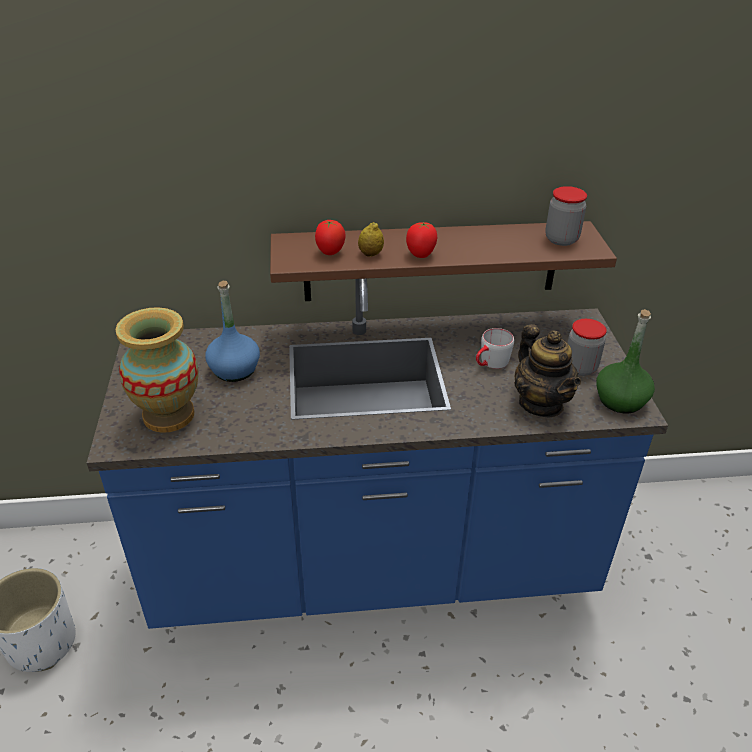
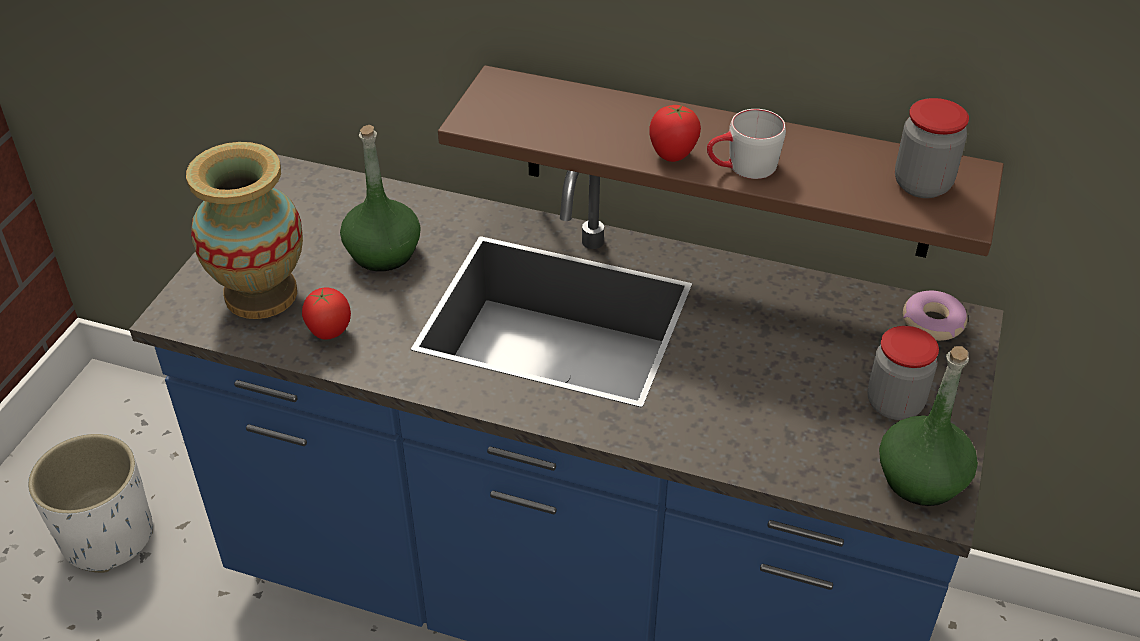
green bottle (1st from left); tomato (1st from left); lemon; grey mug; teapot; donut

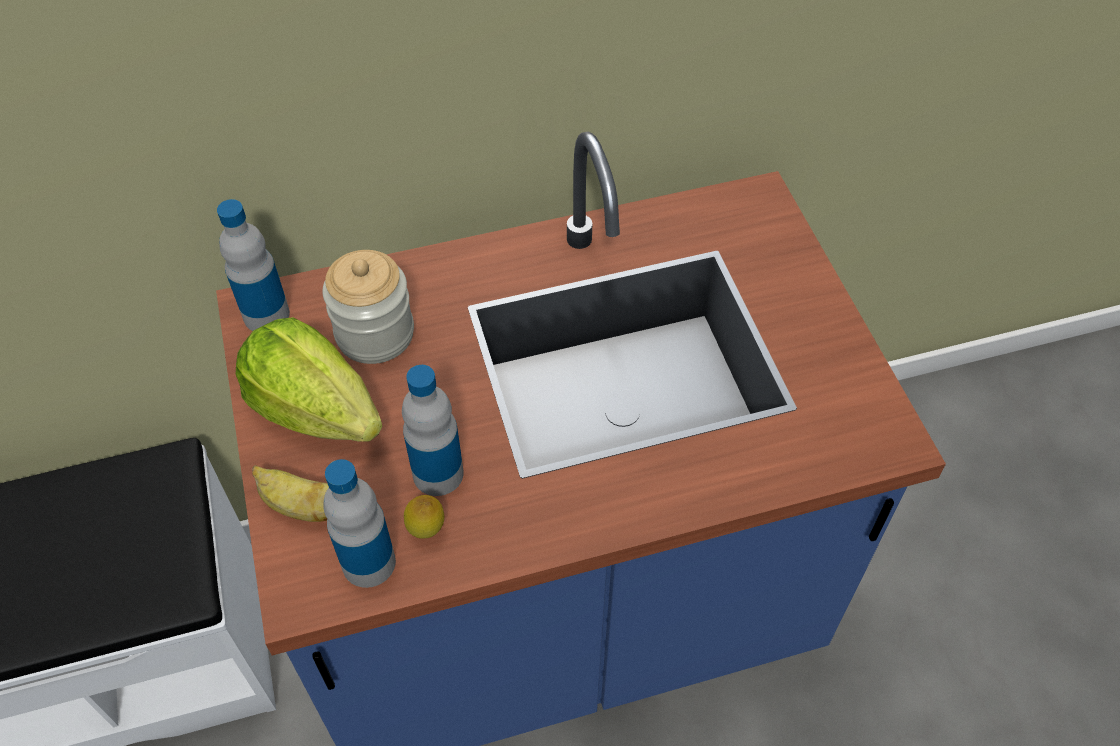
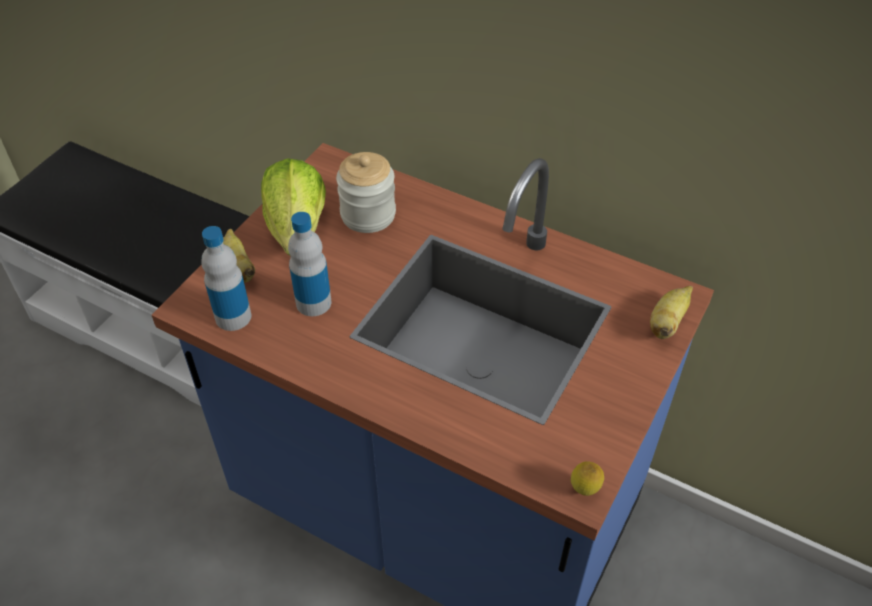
bottle (1st from left in the first image); lemon; banana (2nd from left)

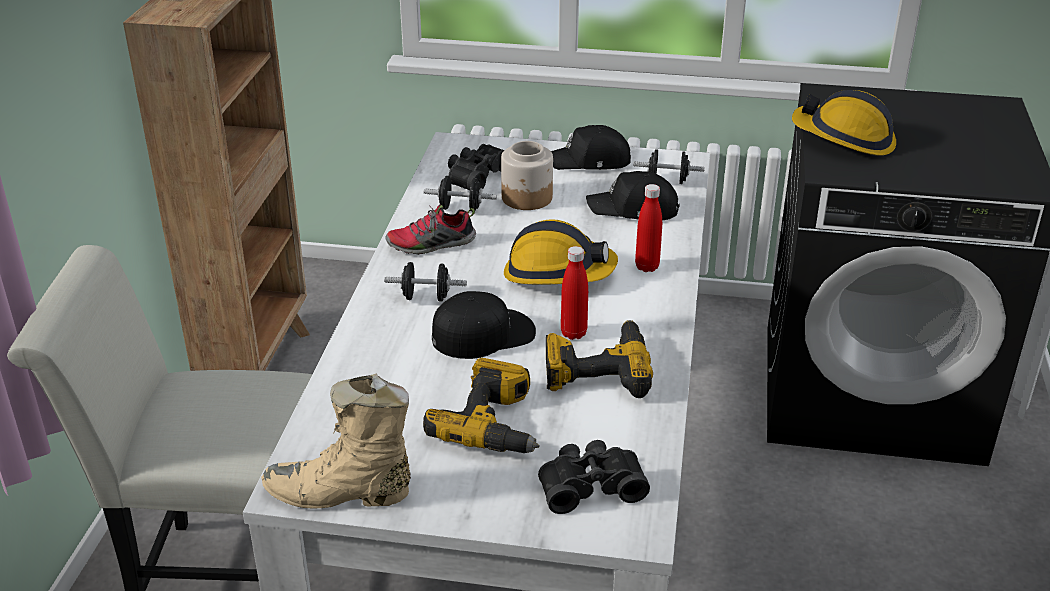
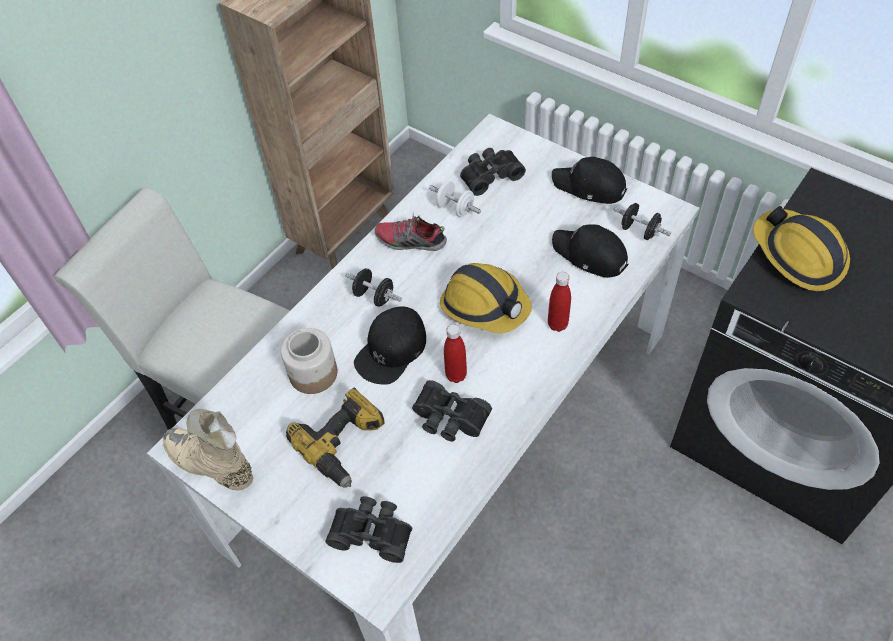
white dumbbell; black cap (1st from left); jar; black binoculars (2nd from left)

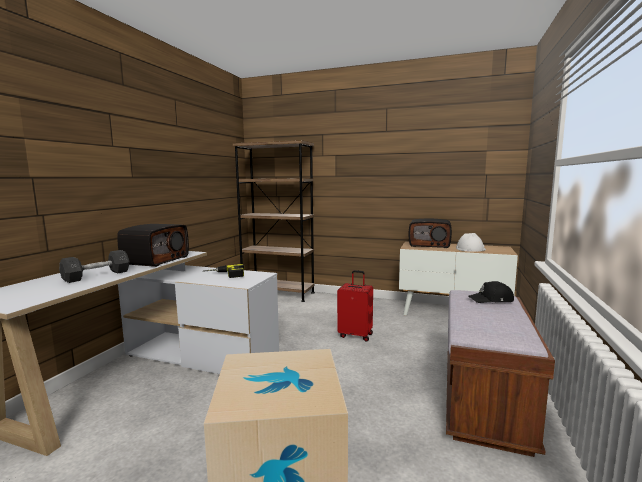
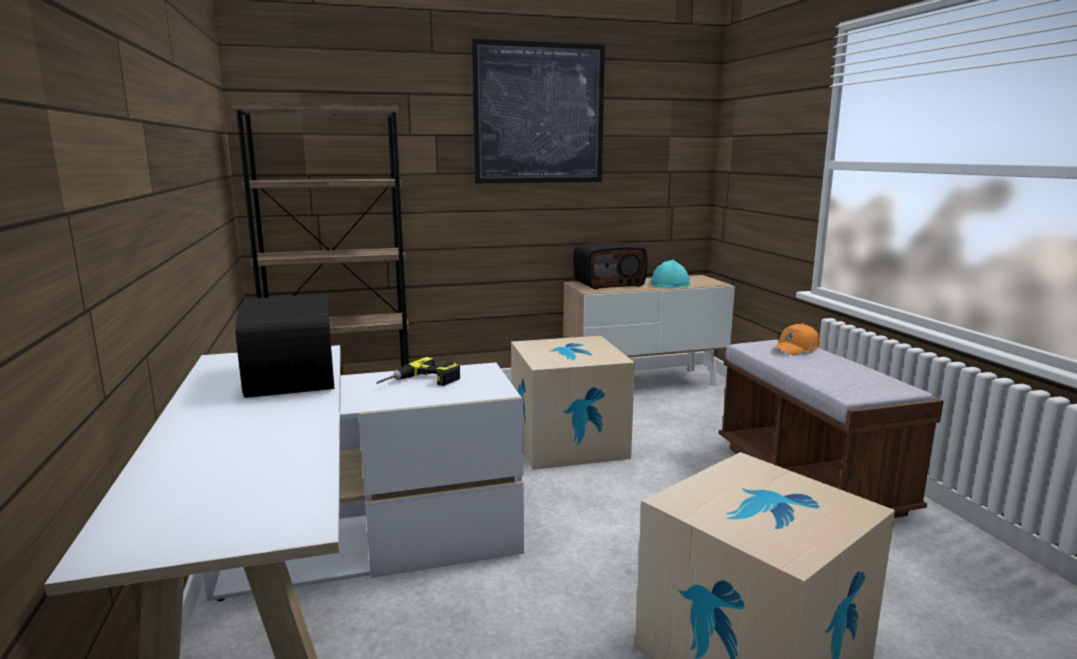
grey dumbbell; cardboard box (1st from left); turquoise hard hat; orange cap; picture

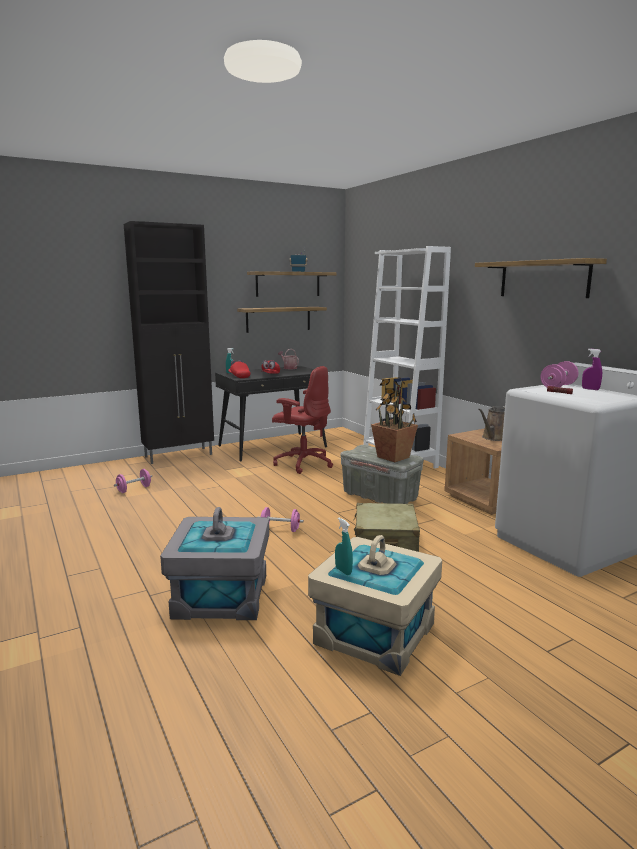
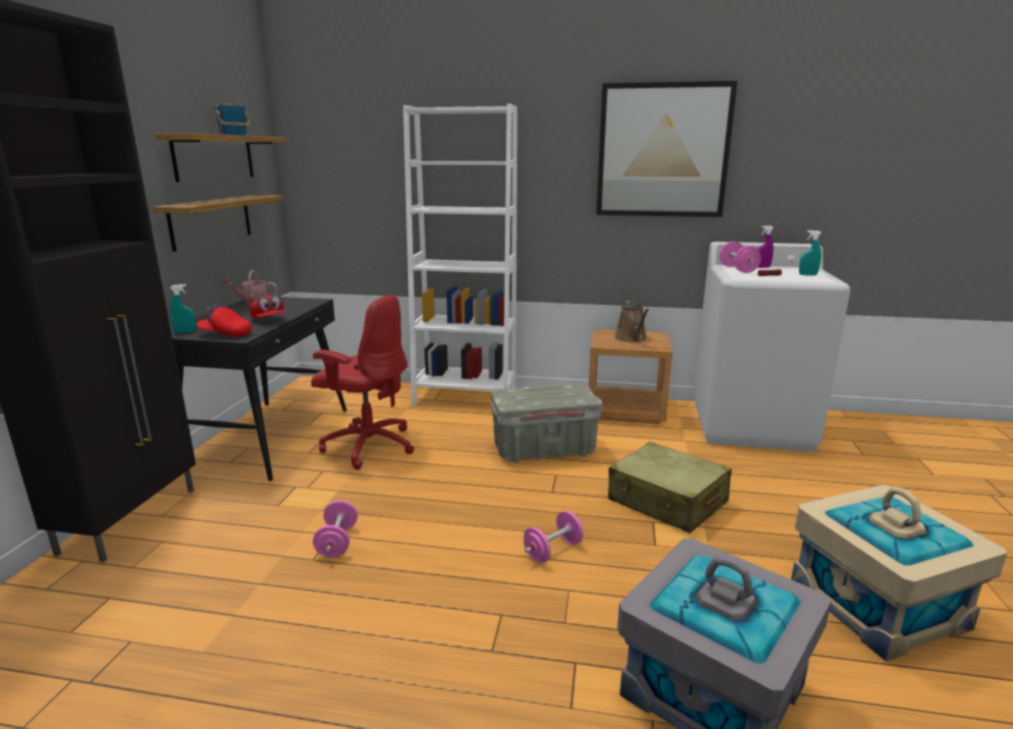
pink dumbbell (1st from left); red office chair; turquoise spray bottle (2nd from left); potted plant; picture

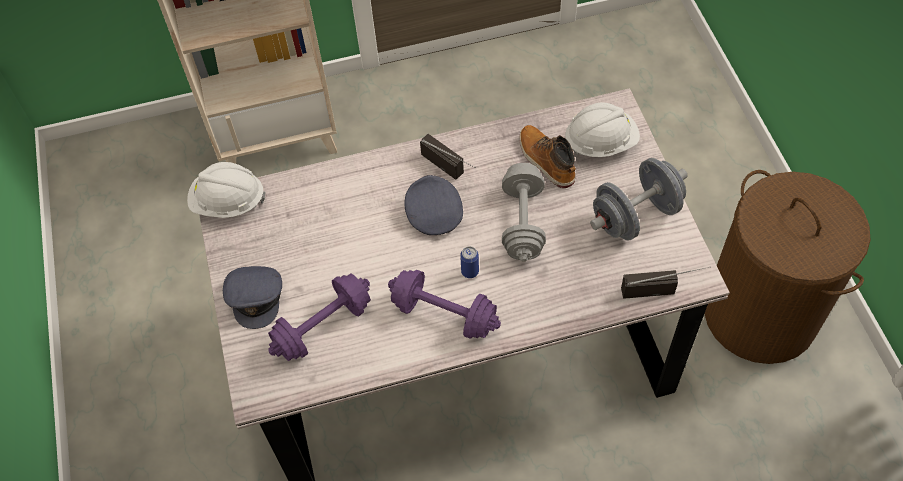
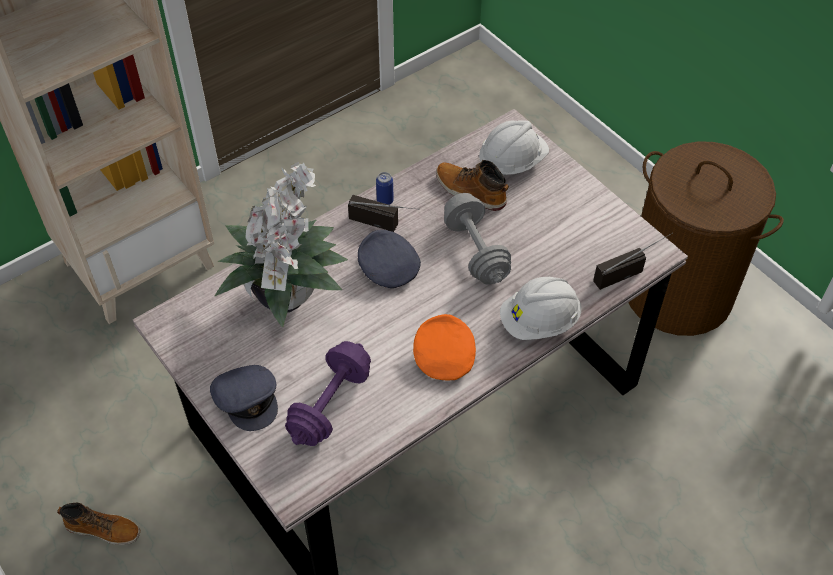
white hard hat (2nd from left); orange cap; can; grey dumbbell (2nd from left in the first image); boot (1st from left); potted plant

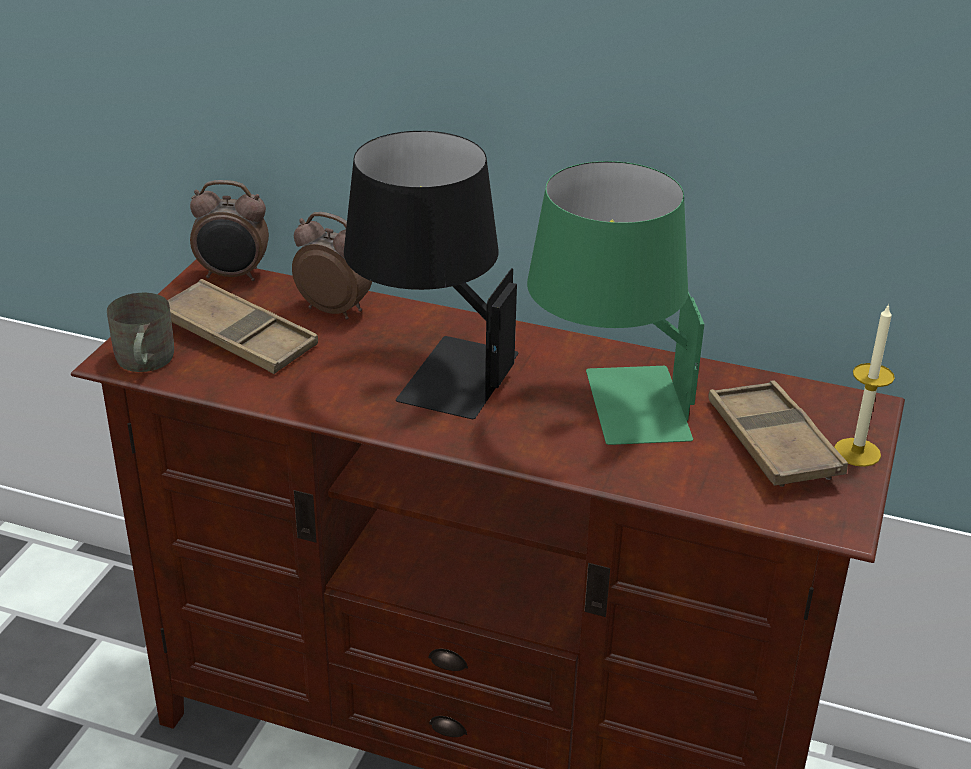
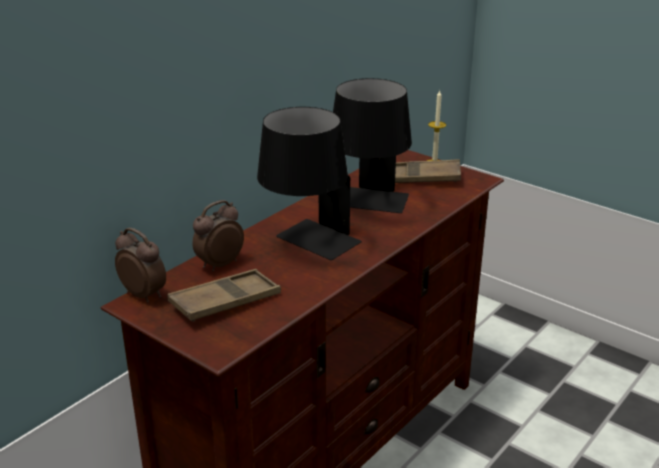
grey mug; alarm clock (1st from left); black table lamp (2nd from left)

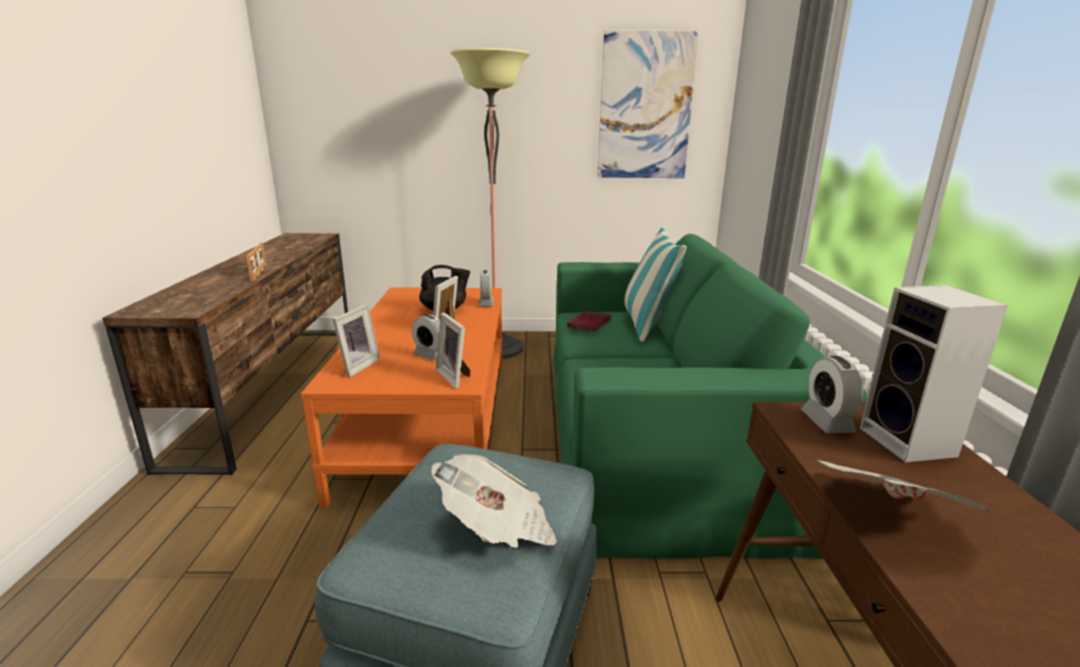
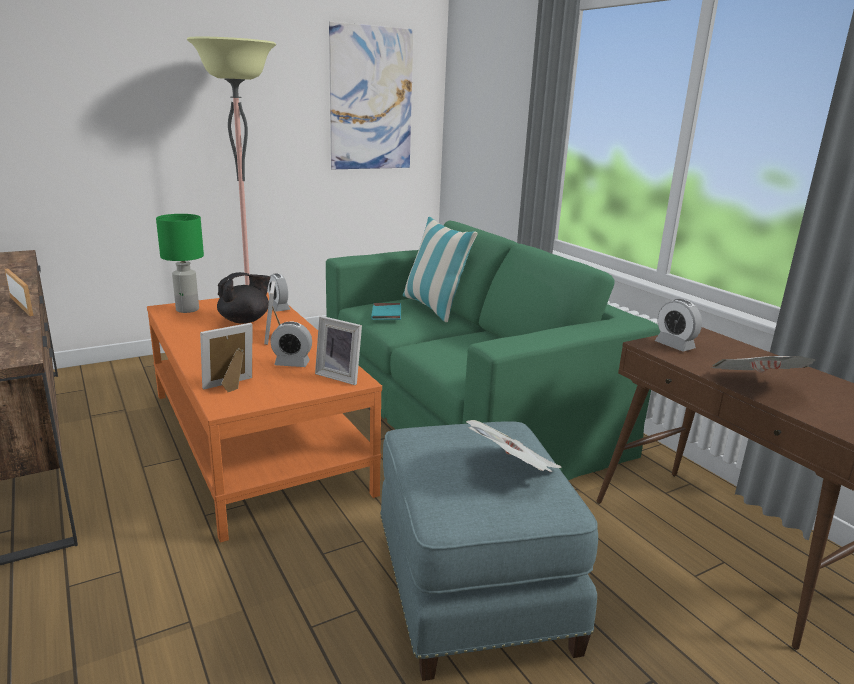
picture frame (2nd from left); turquoise book; speaker; green table lamp

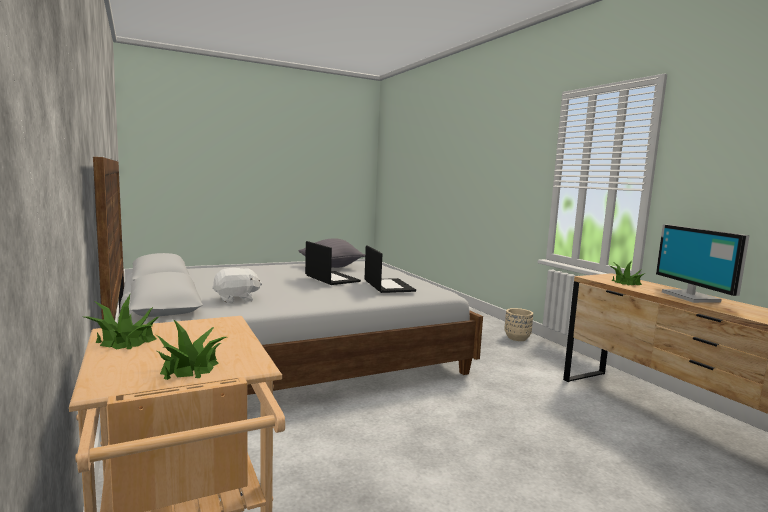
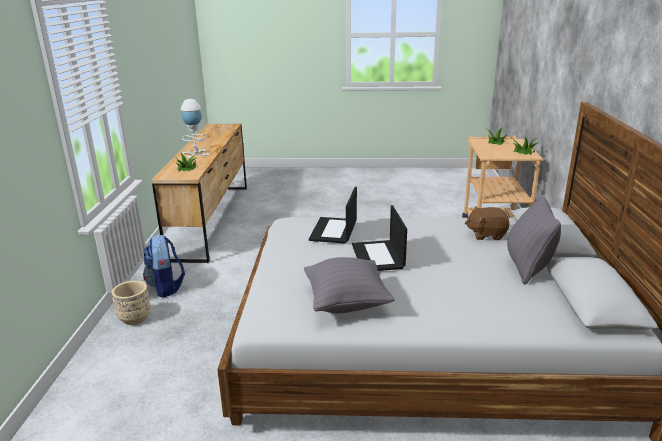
brown plush toy; white table lamp; backpack; grey pillow (2nd from left)

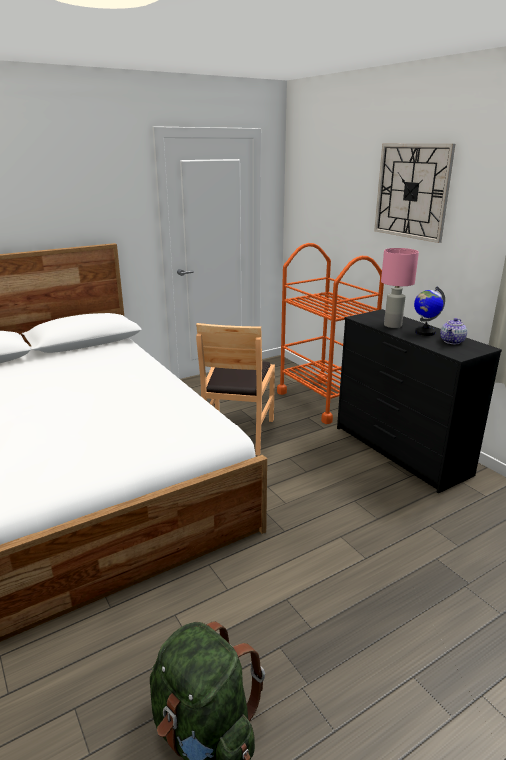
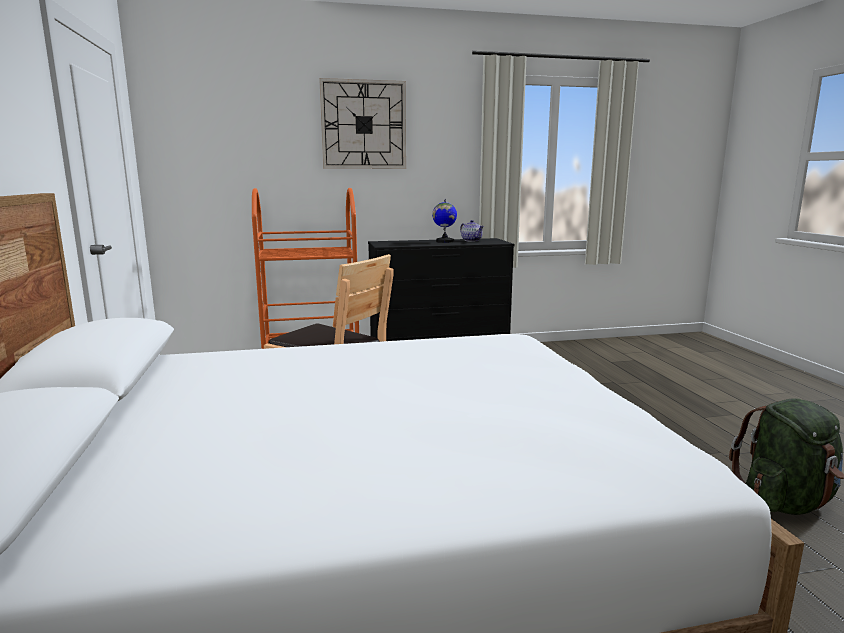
pink table lamp

